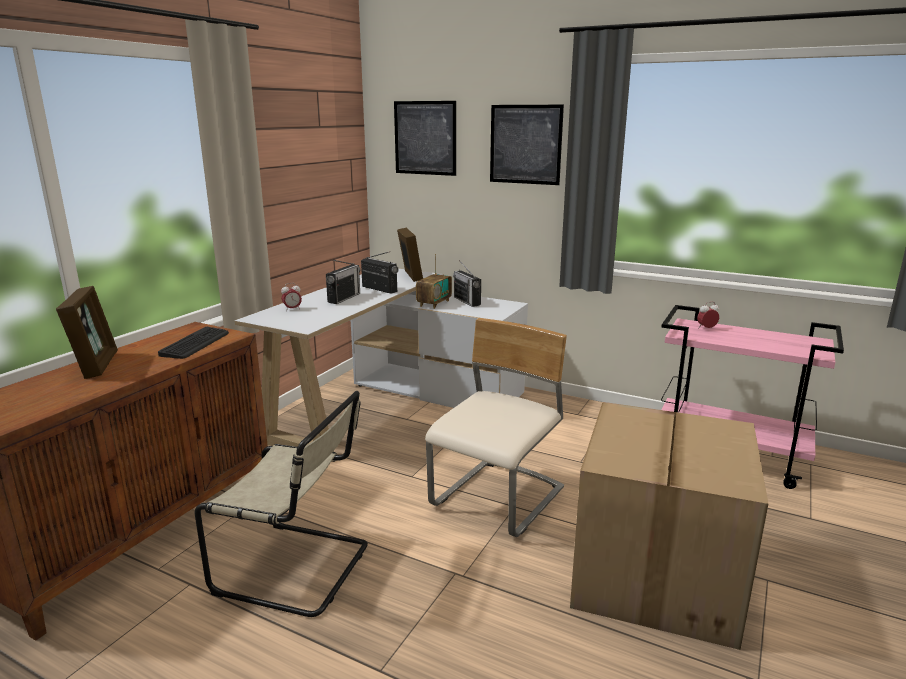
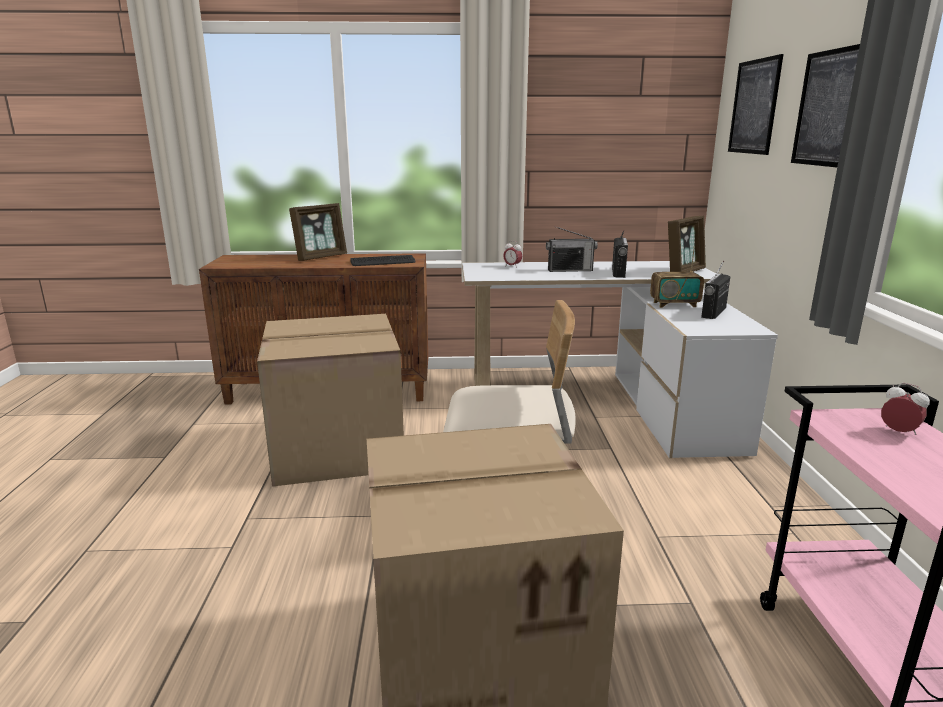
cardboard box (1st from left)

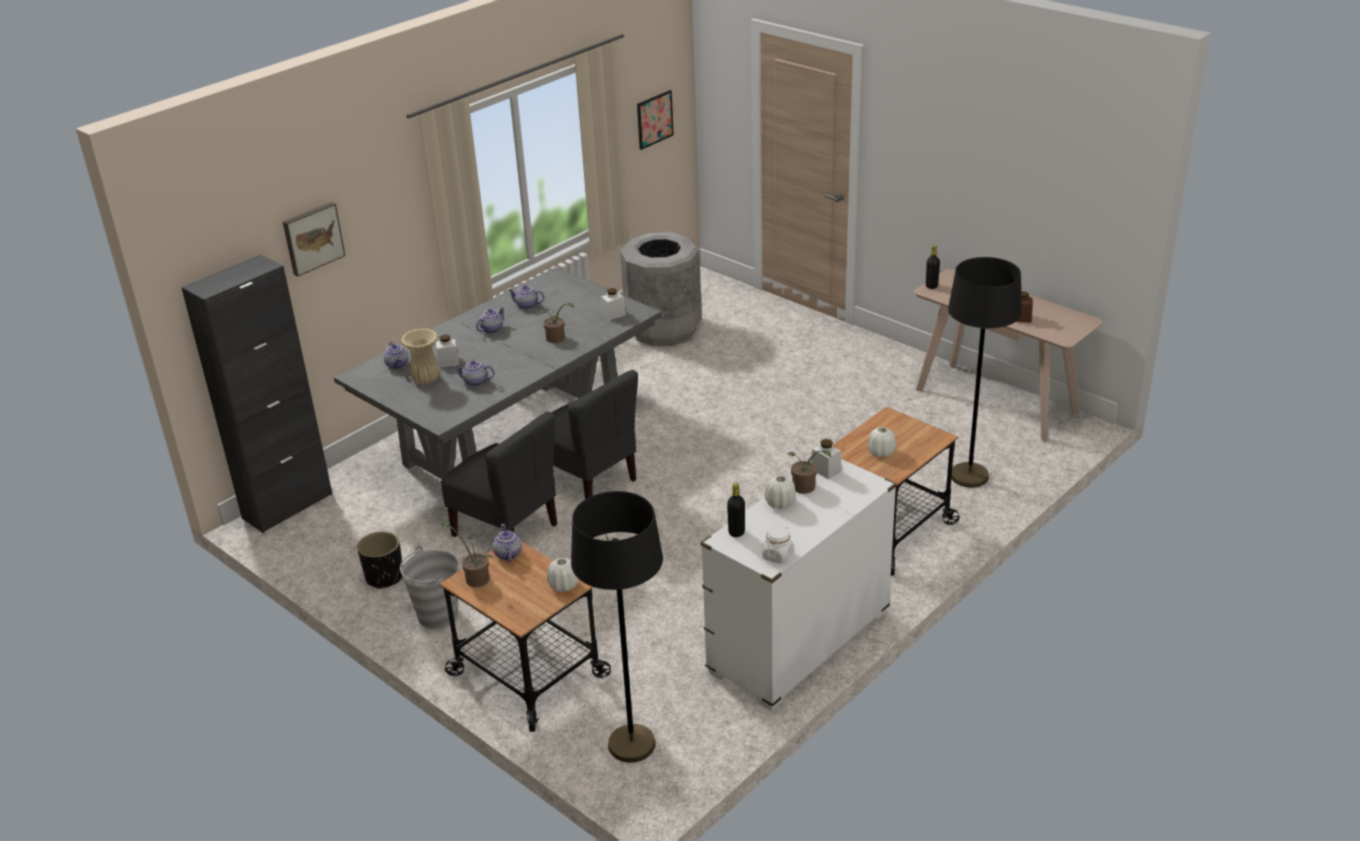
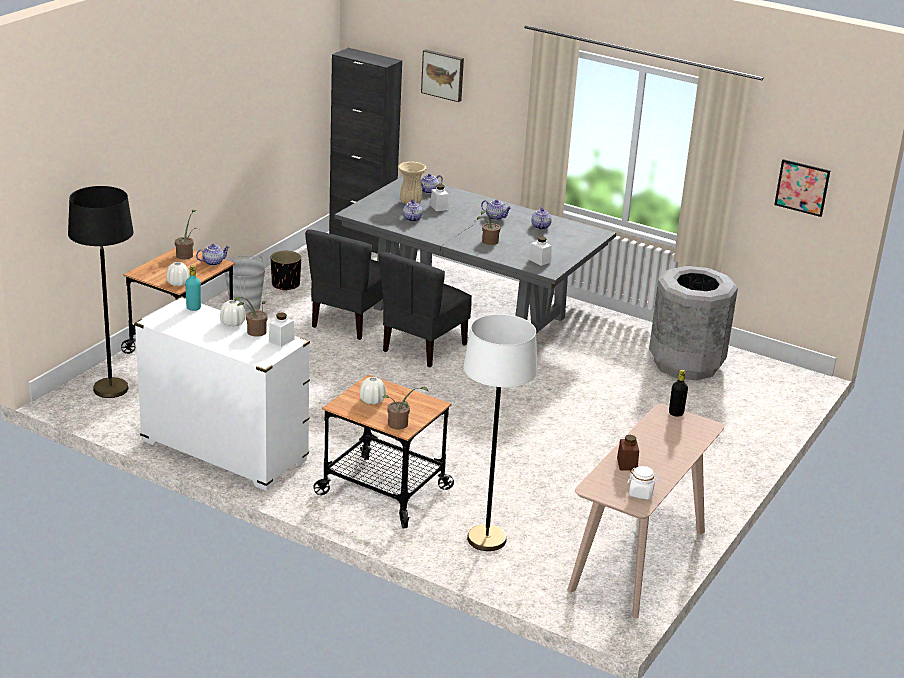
turquoise bottle; white jar (4th from left); white floor lamp; potted plant (3rd from left)

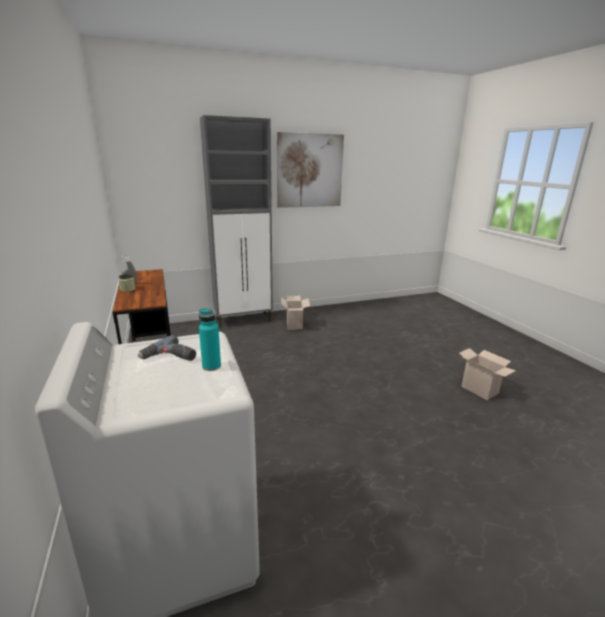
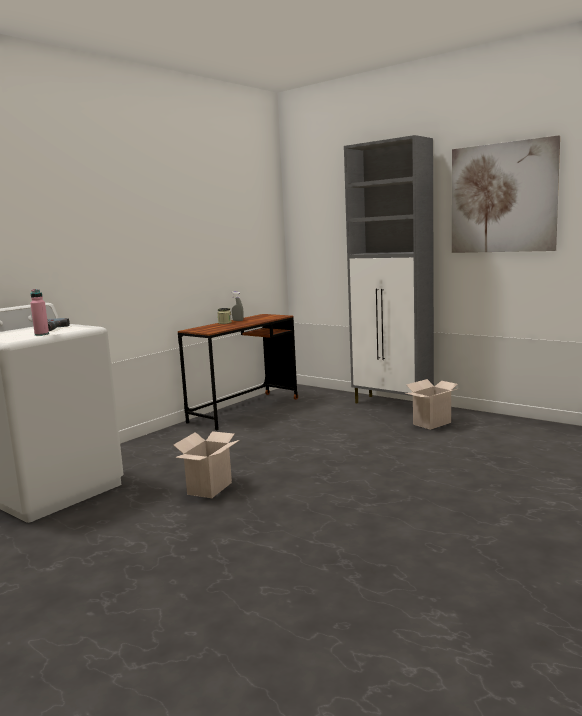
pink bottle; cardboard box (1st from left)

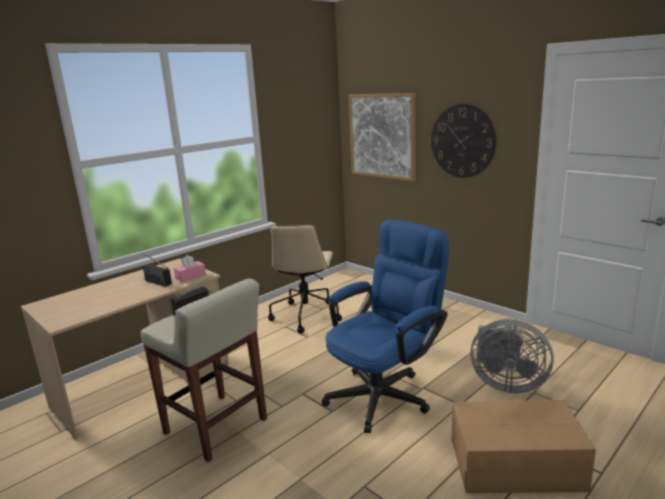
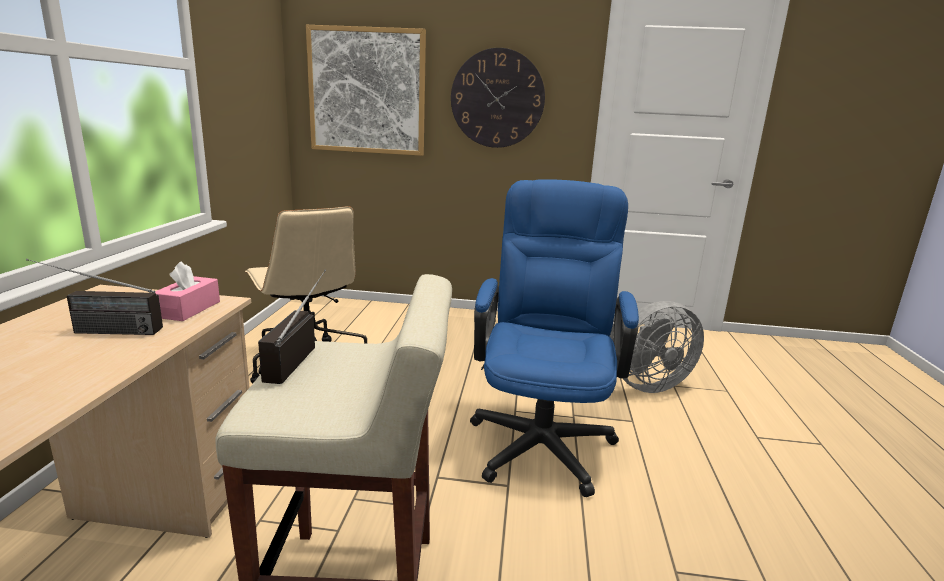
cardboard box

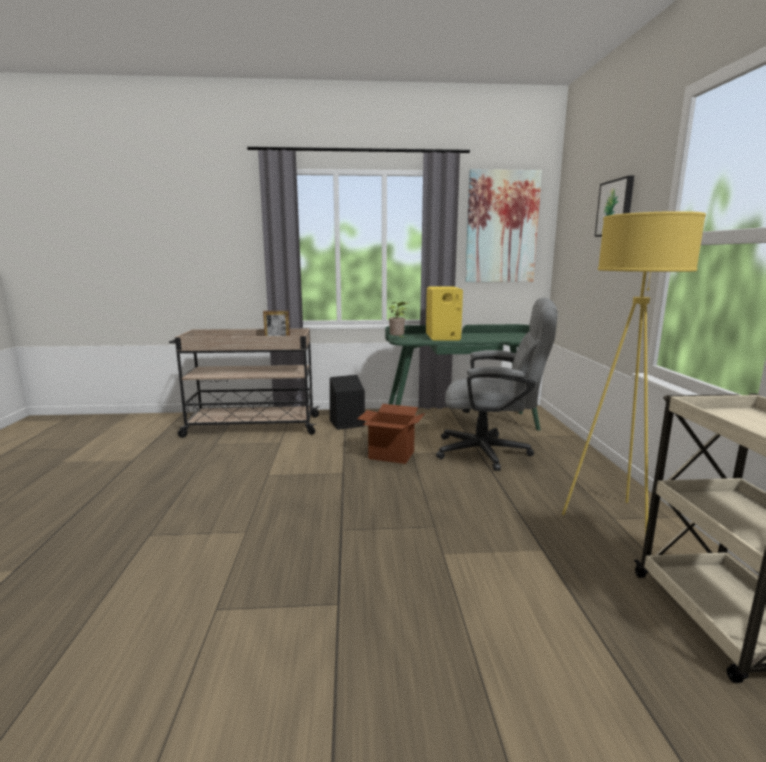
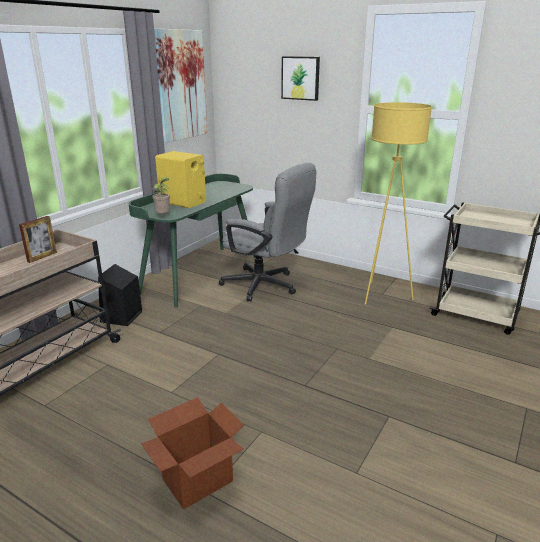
cardboard box; grey office chair

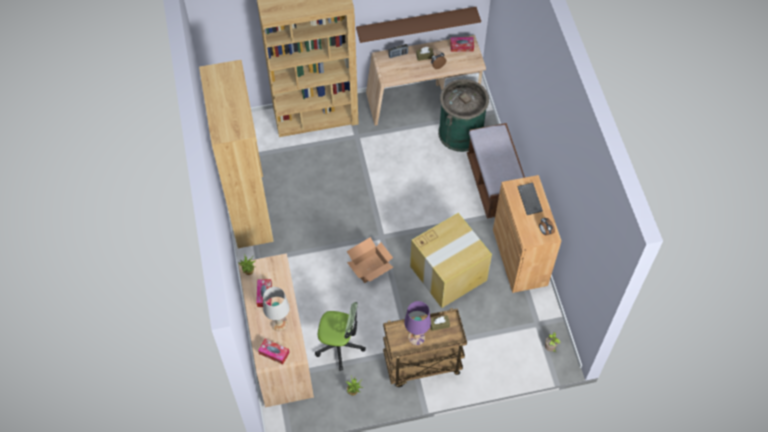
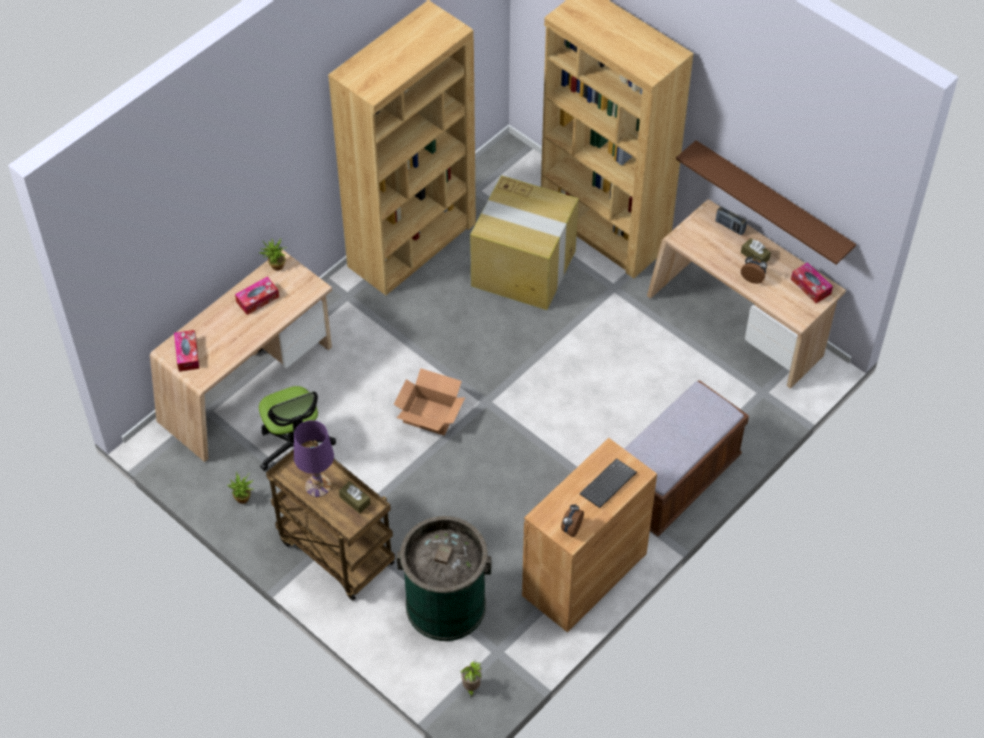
white table lamp; cardboard box (2nd from left); green trash can

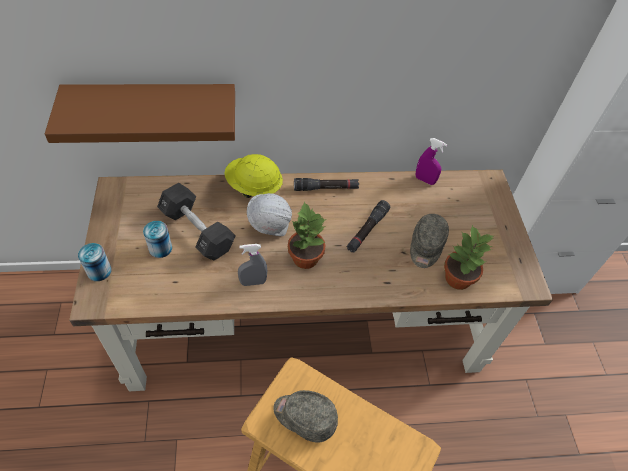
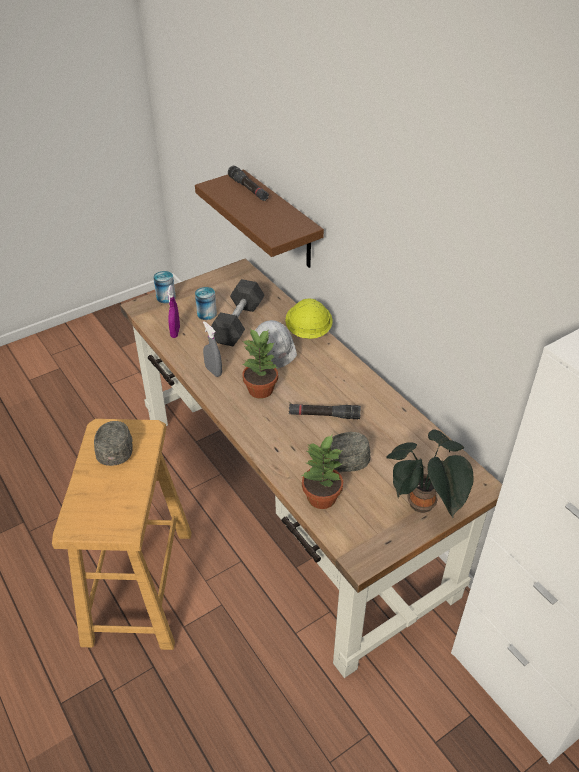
black flashlight (1st from left); purple spray bottle; potted plant (3rd from left)

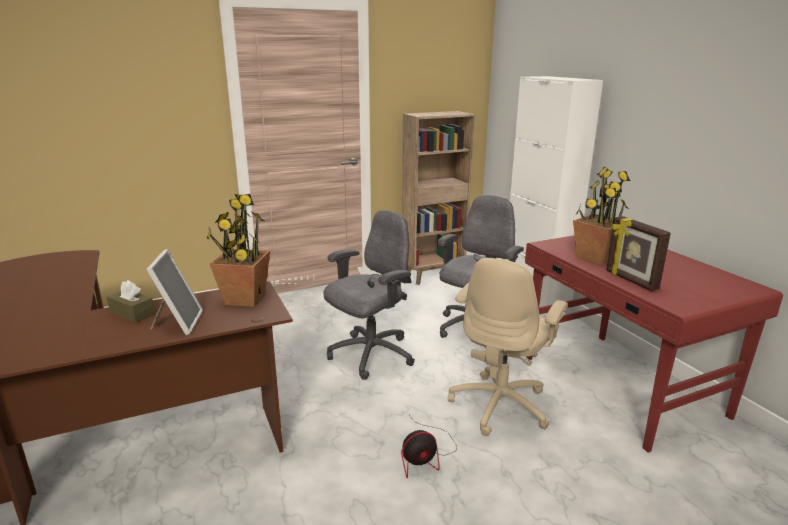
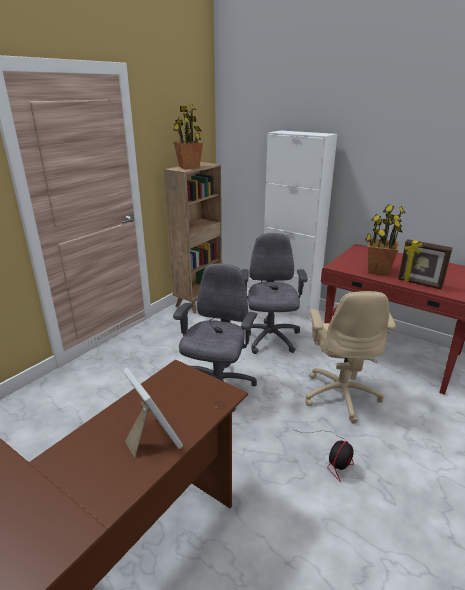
brown tissue box; potted plant (1st from left)

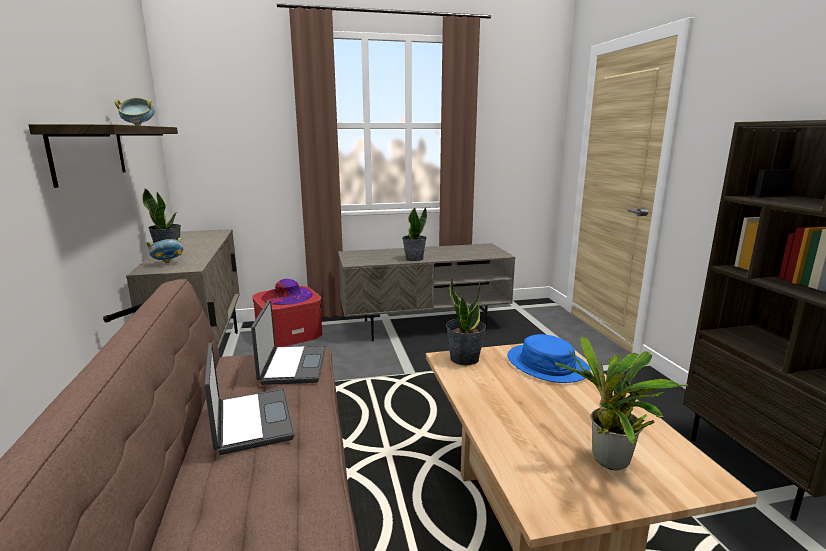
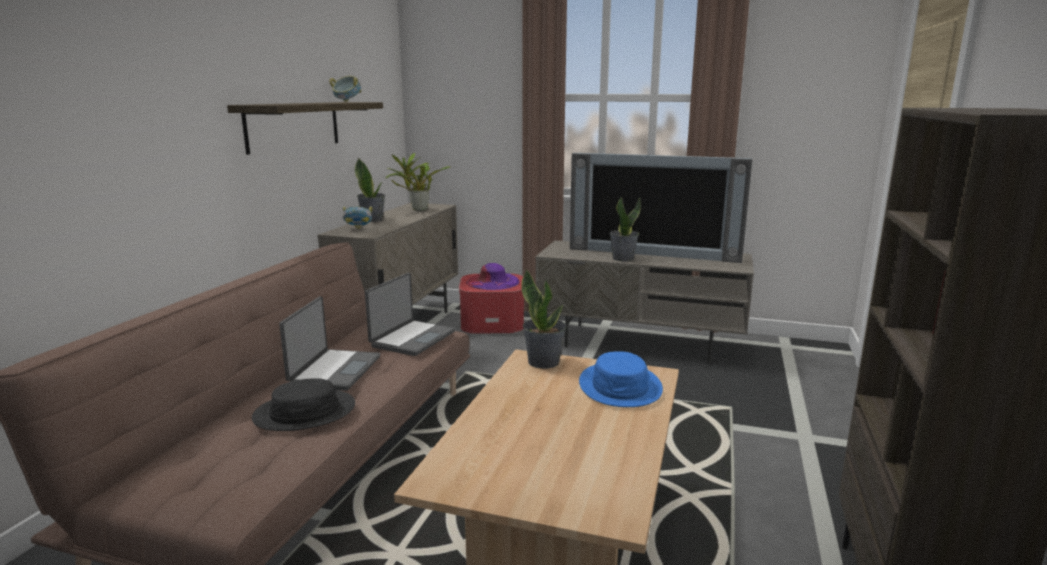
potted plant (2nd from left); black hat; television

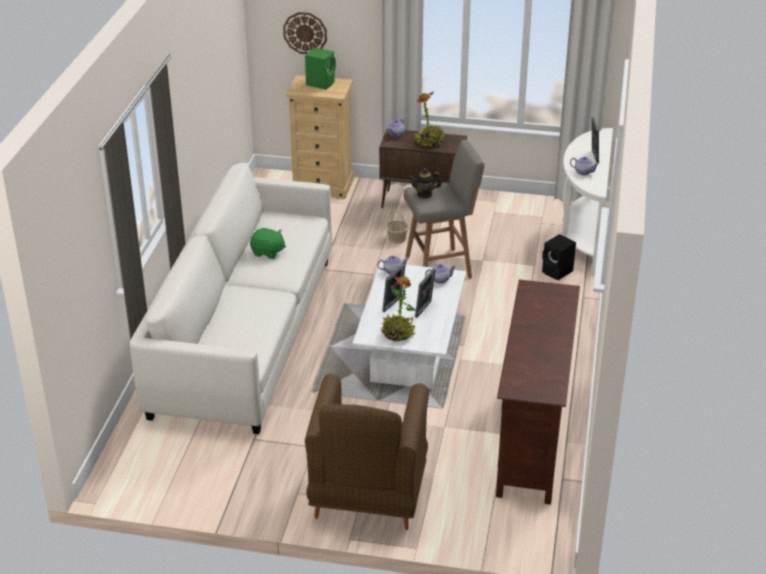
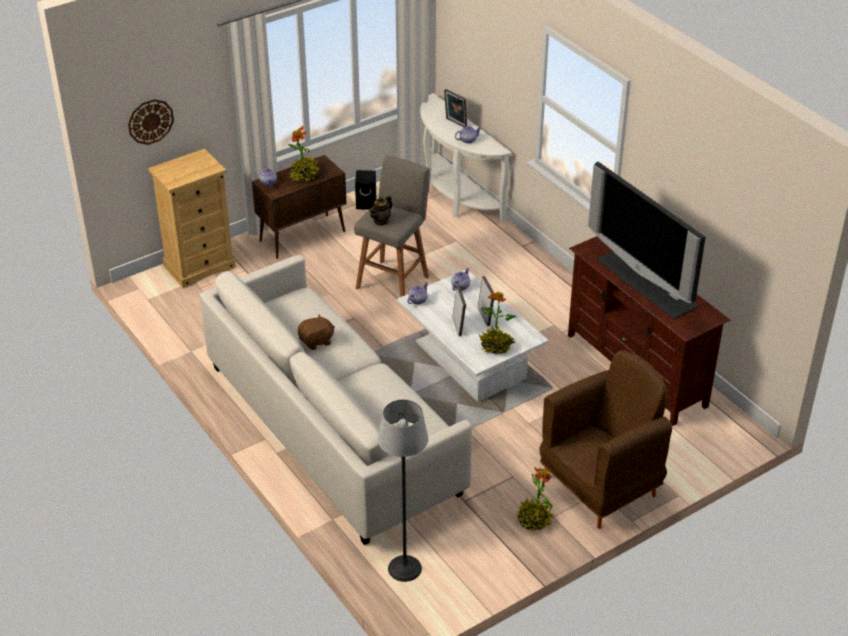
brown plush toy; green speaker; brown armchair; basket; black speaker; floor lamp; potted plant (3rd from left); television

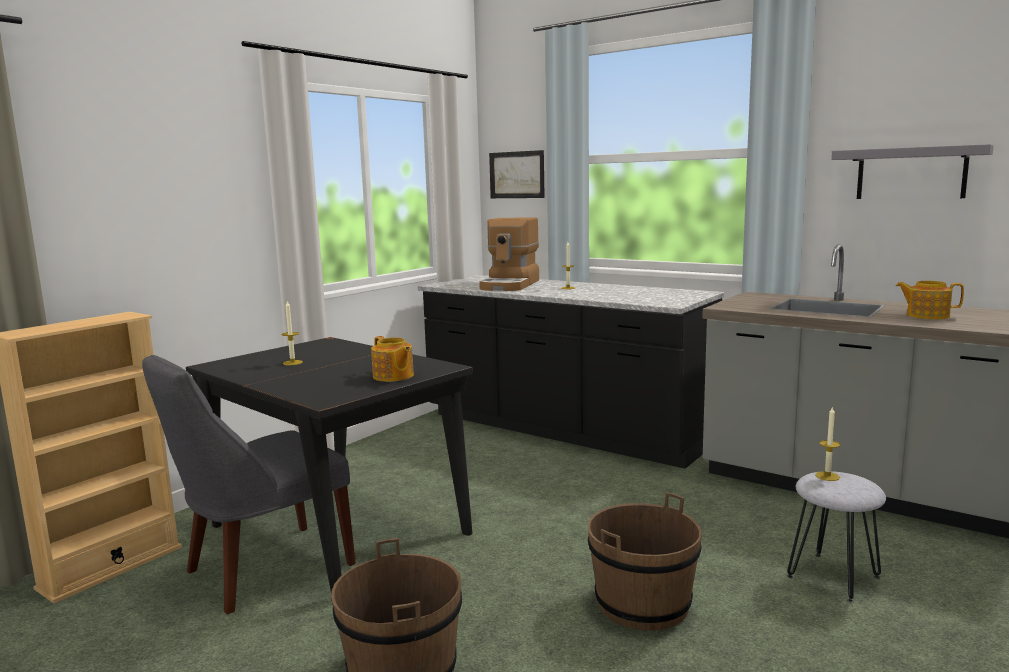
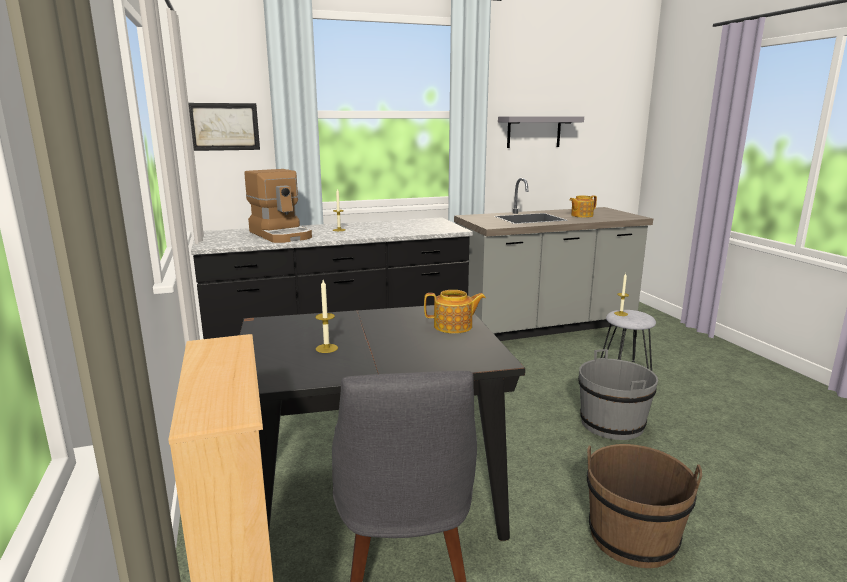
grey bucket

